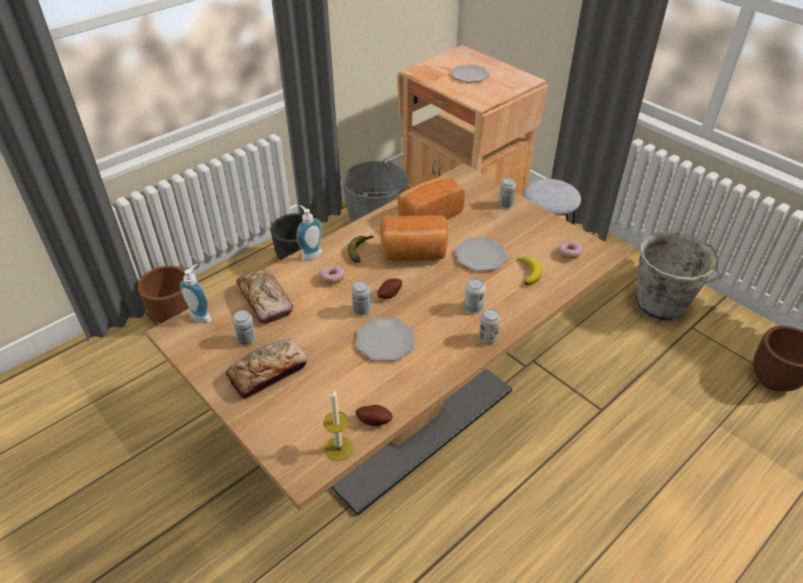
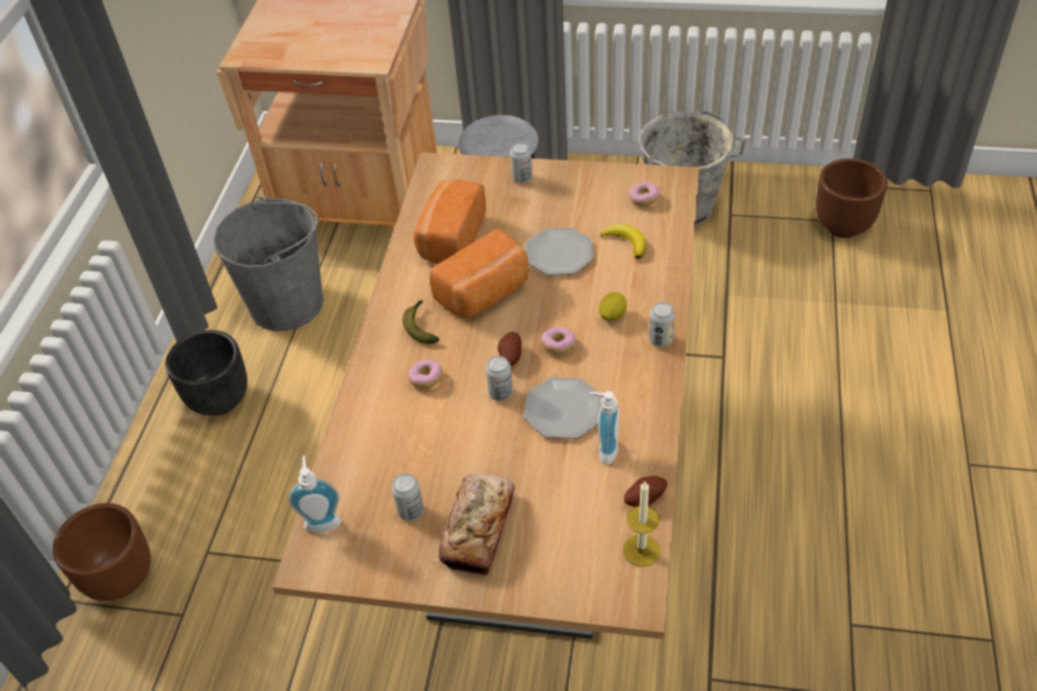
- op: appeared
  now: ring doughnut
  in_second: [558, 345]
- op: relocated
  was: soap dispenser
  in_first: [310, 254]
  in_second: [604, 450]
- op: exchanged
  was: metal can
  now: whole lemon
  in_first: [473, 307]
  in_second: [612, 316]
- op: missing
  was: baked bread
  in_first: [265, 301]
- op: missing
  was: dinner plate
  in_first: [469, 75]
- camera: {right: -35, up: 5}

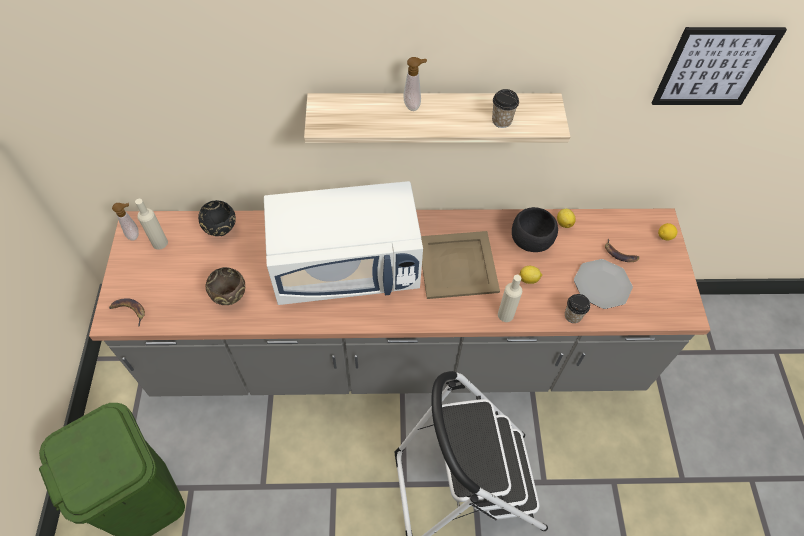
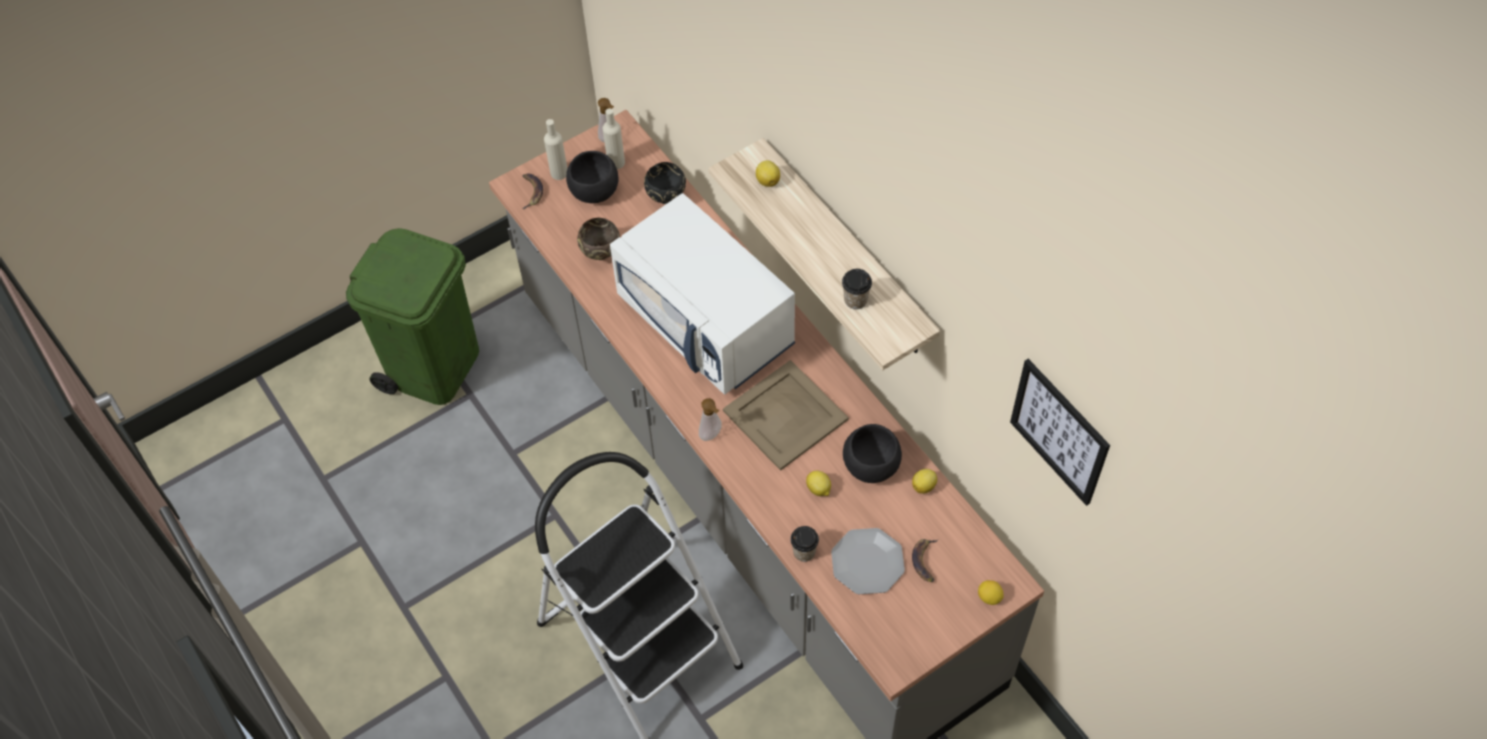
- op: relocated
  was: drink bottle/sand-coloured
  in_first: [505, 314]
  in_second: [559, 173]
- op: appeared
  now: bowl/black
  in_second: [594, 192]
- op: relocated
  was: soap dispenser
  in_first: [413, 105]
  in_second: [712, 435]
- op: appeared
  now: whole lemon
  in_second: [767, 180]
- camera: {right: 60, up: 0}

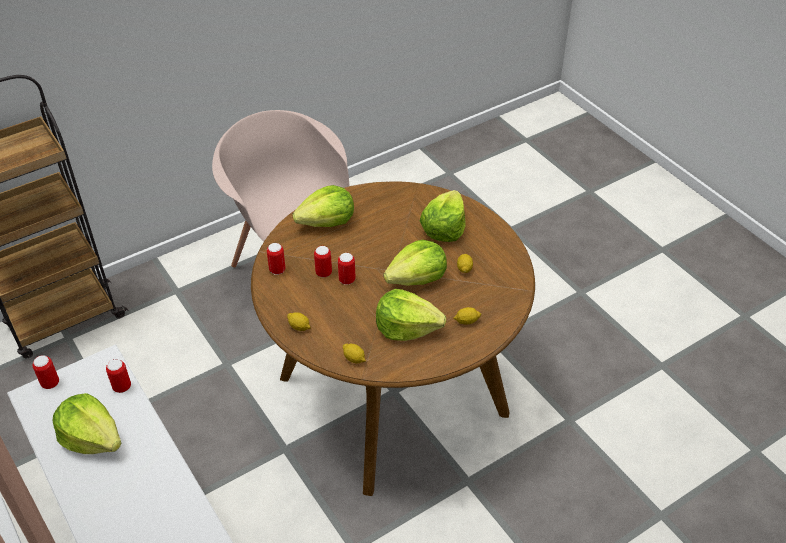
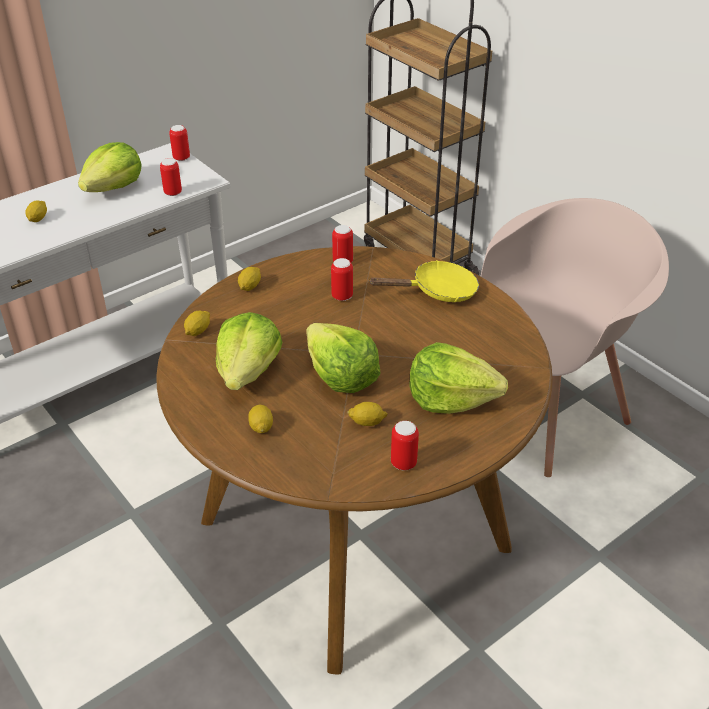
- op: appeared
  now: whole lemon
  in_second: [38, 219]
- op: exchanged
  was: lettuce
  now: skillet/yellow
  in_first: [327, 222]
  in_second: [437, 291]
- op: relocated
  was: metal can
  in_first: [347, 280]
  in_second: [403, 463]
- camera: {right: 85, up: -5}

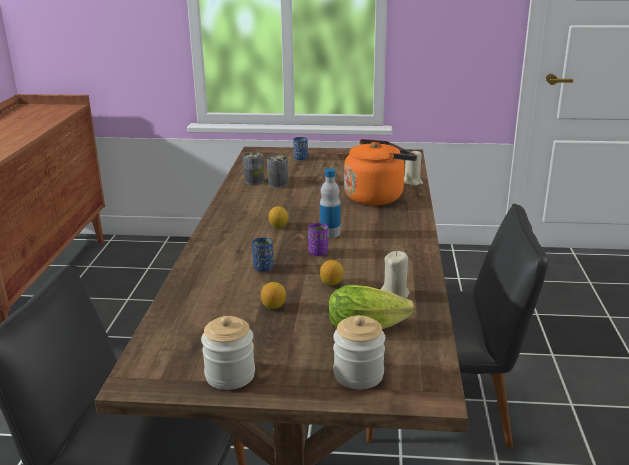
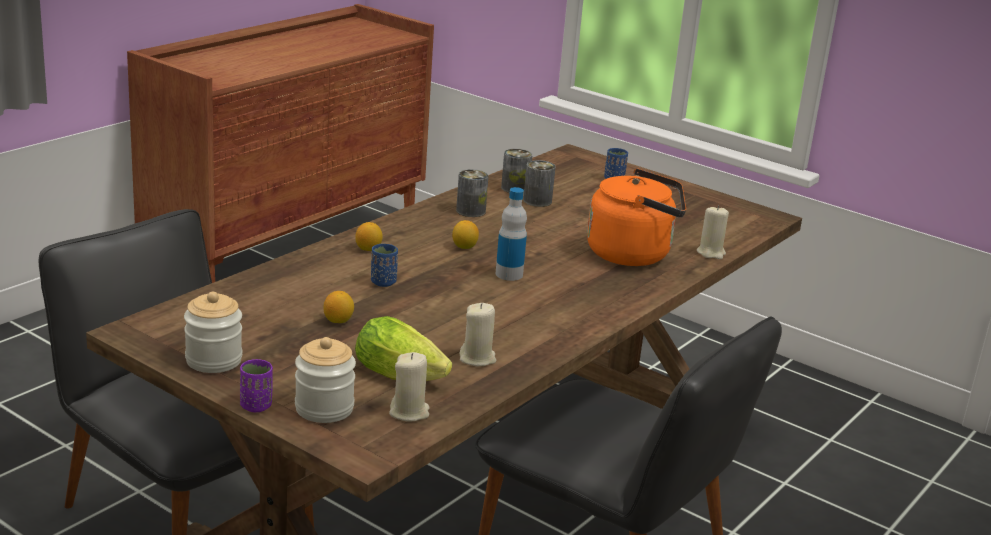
- op: relocated
  was: drinking cup/purple
  in_first: [318, 252]
  in_second: [256, 406]
- op: relocated
  was: whole lemon
  in_first: [331, 283]
  in_second: [368, 249]
- op: appeared
  now: candle/sand-coloured
  in_second: [409, 412]
- op: appeared
  now: metal can
  in_second: [470, 211]
- camera: {right: 30, up: 0}

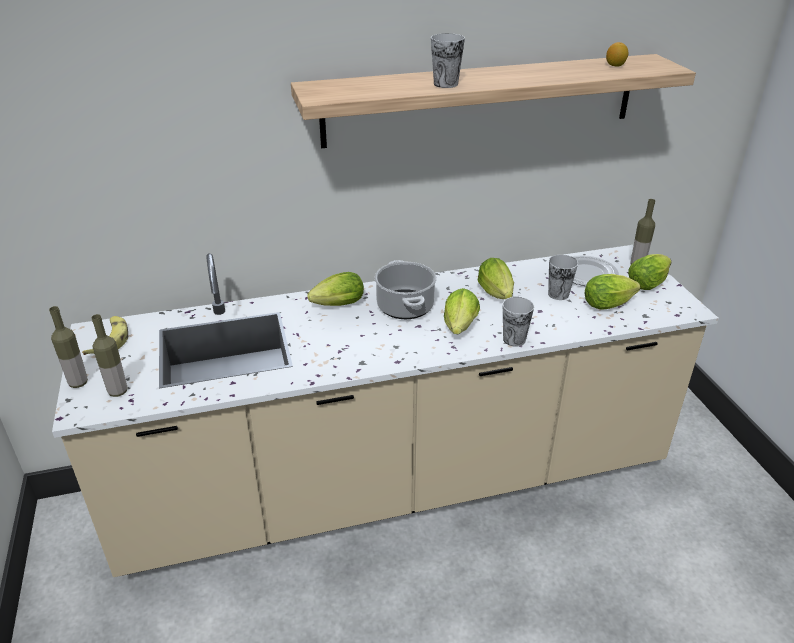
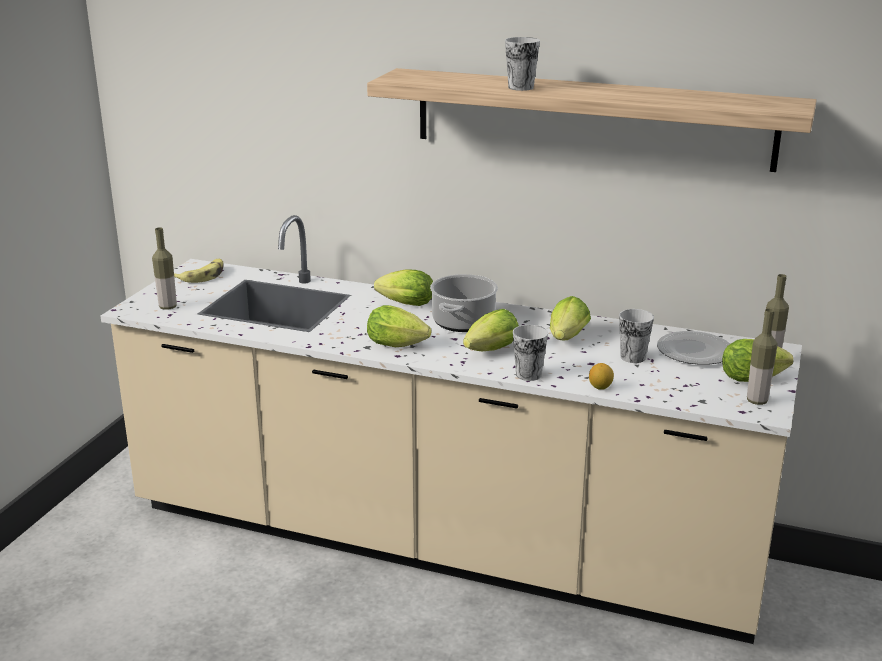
- op: relocated
  was: lettuce
  in_first: [610, 304]
  in_second: [400, 345]
- op: relocated
  was: whole lemon
  in_first: [615, 65]
  in_second: [600, 387]
- op: relocated
  was: drink bottle
  in_first: [78, 383]
  in_second: [757, 401]
- camera: {right: 35, up: -10}

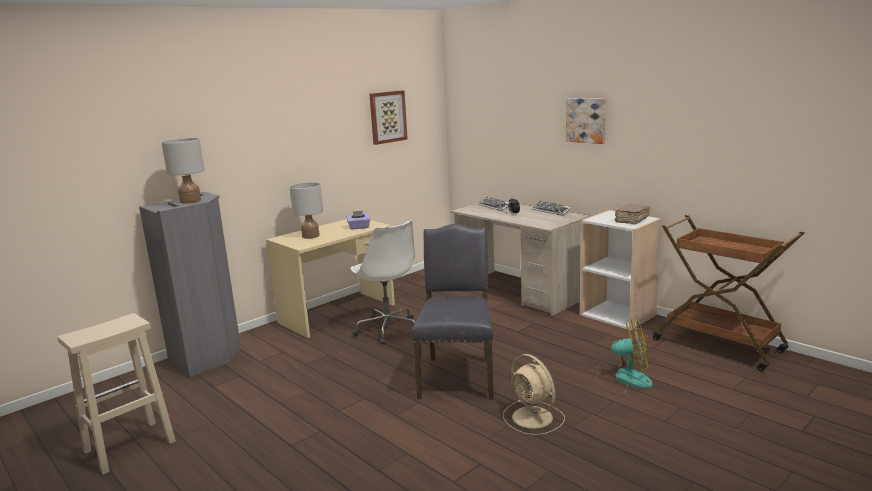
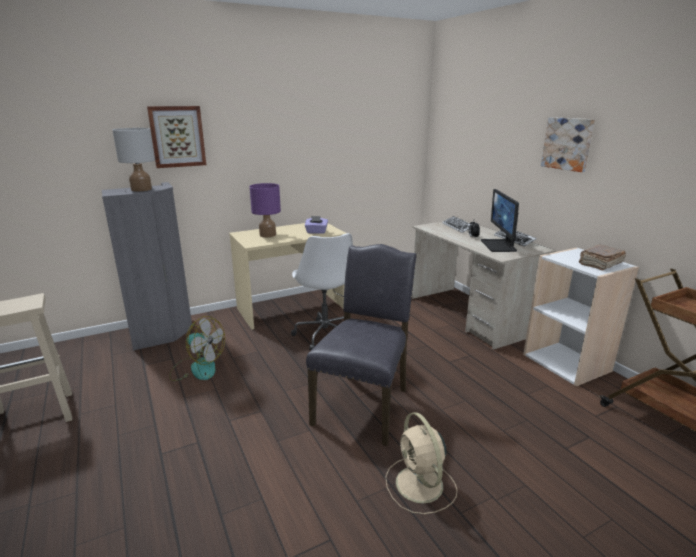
- op: relocated
  was: picture
  in_first: [387, 117]
  in_second: [177, 136]
- op: relocated
  was: cooling fan
  in_first: [623, 379]
  in_second: [197, 368]
- op: colour
  was: table lamp/gray
  now: table lamp/purple
  in_first: [310, 236]
  in_second: [267, 235]
- op: appeared
  now: monitor
  in_second: [499, 245]
- camera: {right: 15, up: 5}

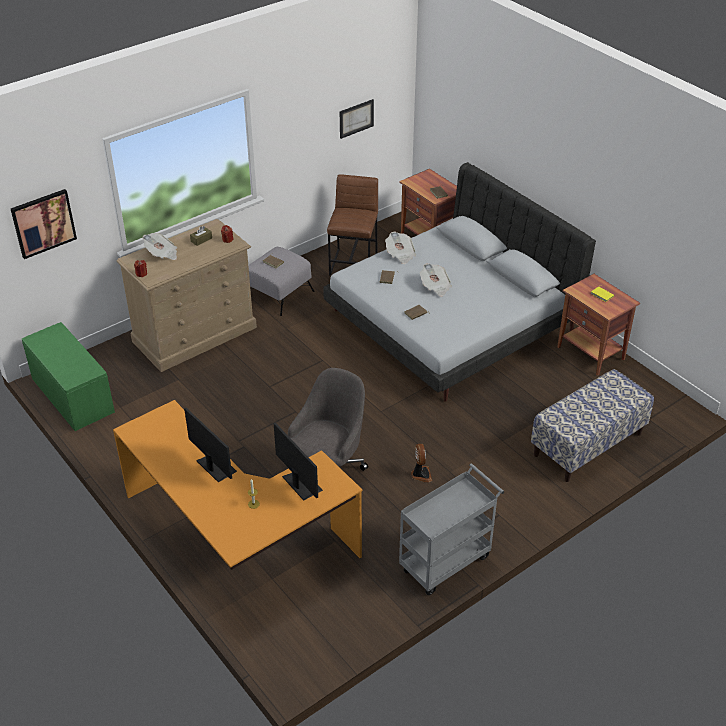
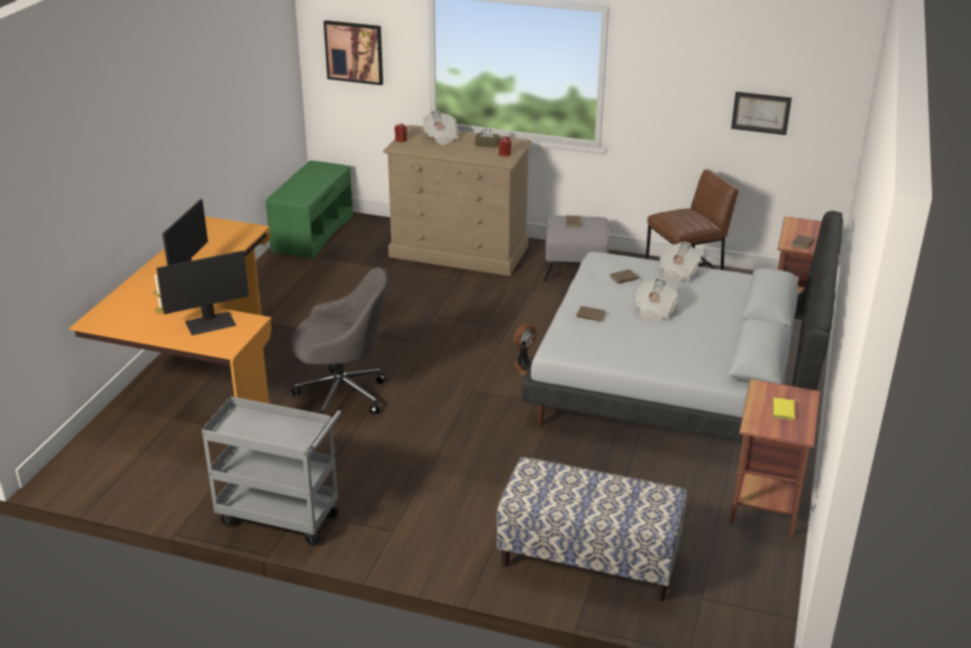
- op: spun
  was: monitor
  in_first: [301, 484]
  in_second: [211, 323]
  clockwise: 45
- op: relocated
  was: cooling fan
  in_first: [420, 474]
  in_second: [525, 366]
- camera: {right: 55, up: -10}

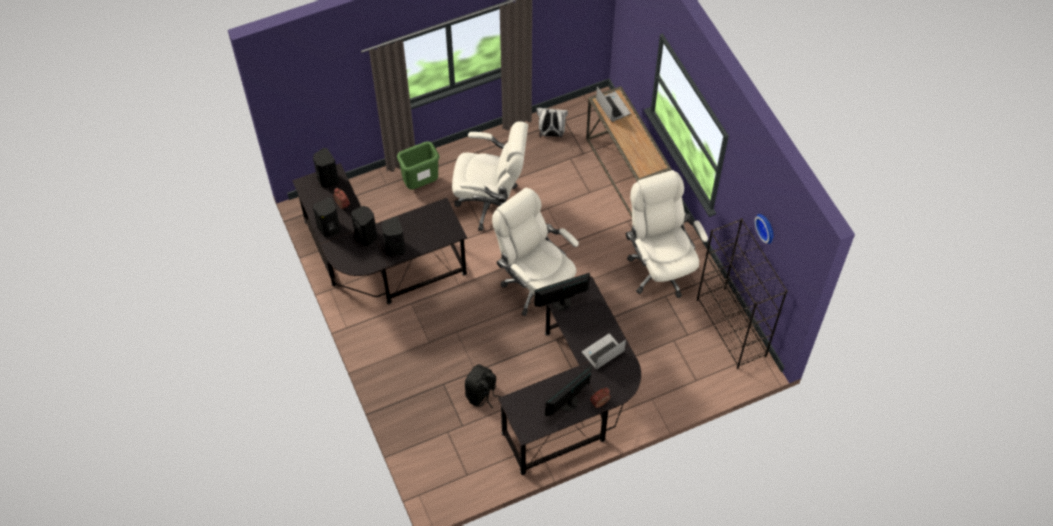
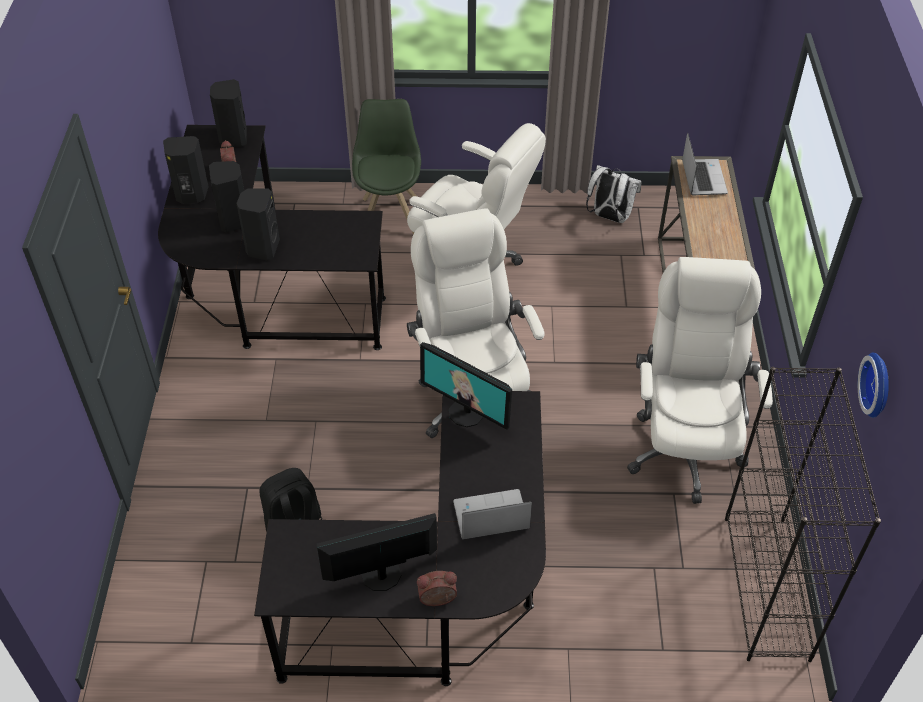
- op: exchanged
  was: rubbish bin/green-coloured
  now: upright chair/green-coloured
  in_first: [421, 183]
  in_second: [390, 217]
- op: spun
  was: monitor
  in_first: [561, 303]
  in_second: [466, 413]
  clockwise: -150
- camera: {right: 25, up: -10}

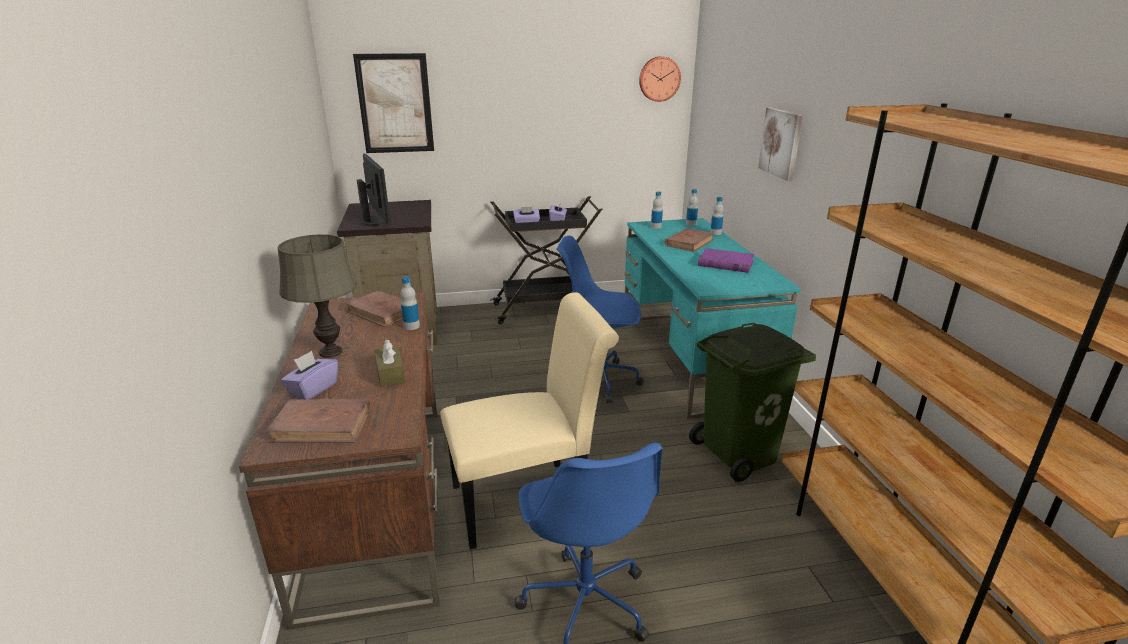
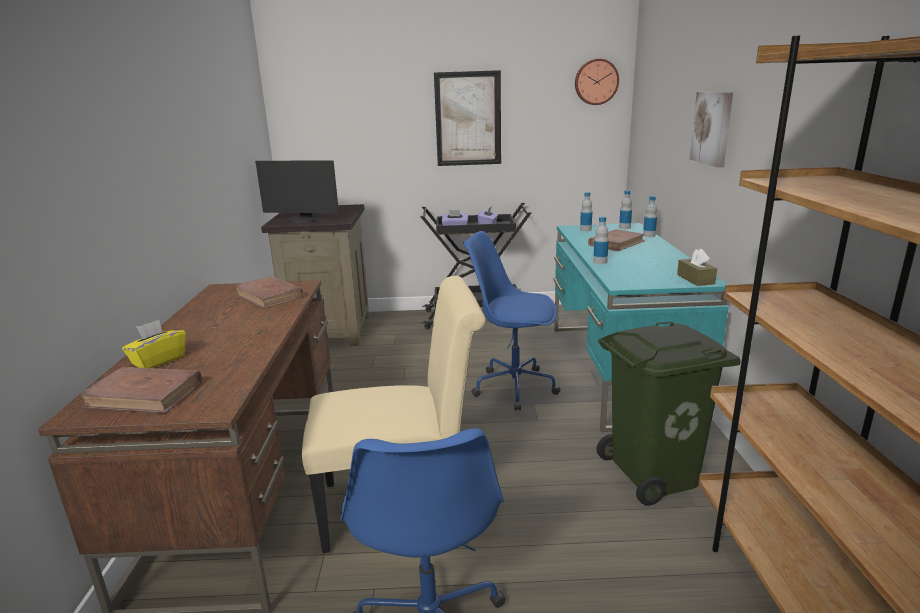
- op: colour
  was: tissue holder/purple
  now: tissue holder/yellow
  in_first: [313, 389]
  in_second: [158, 360]
- op: spun
  was: monitor
  in_first: [377, 221]
  in_second: [302, 220]
  clockwise: 120
- op: relocated
  was: picture
  in_first: [395, 104]
  in_second: [468, 119]
- op: relocated
  was: drink bottle
  in_first: [411, 326]
  in_second: [600, 262]
- op: relocated
  was: tissue holder/brown
  in_first: [390, 374]
  in_second: [695, 279]
- op: missing
  was: table lamp/gray
  in_first: [331, 352]
- op: missing
  was: book/purple
  in_first: [725, 263]
- camera: {right: 10, up: -5}

